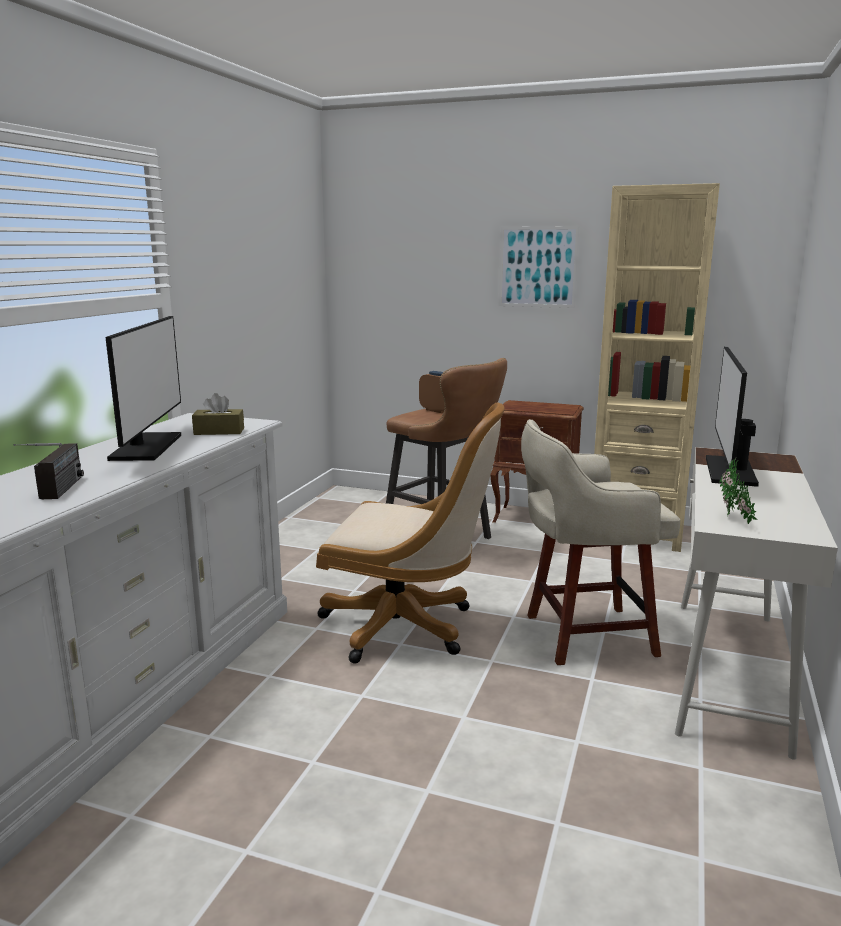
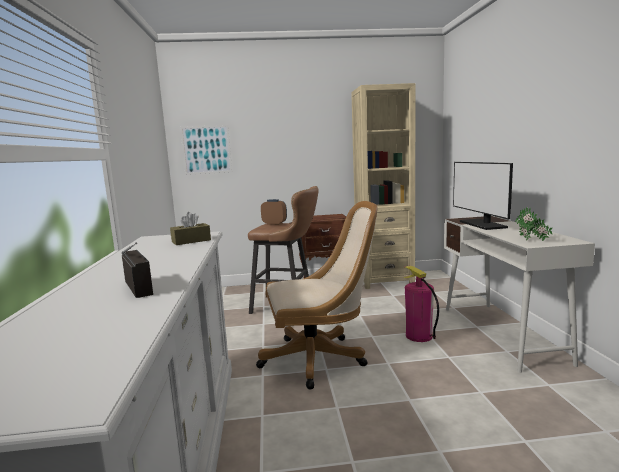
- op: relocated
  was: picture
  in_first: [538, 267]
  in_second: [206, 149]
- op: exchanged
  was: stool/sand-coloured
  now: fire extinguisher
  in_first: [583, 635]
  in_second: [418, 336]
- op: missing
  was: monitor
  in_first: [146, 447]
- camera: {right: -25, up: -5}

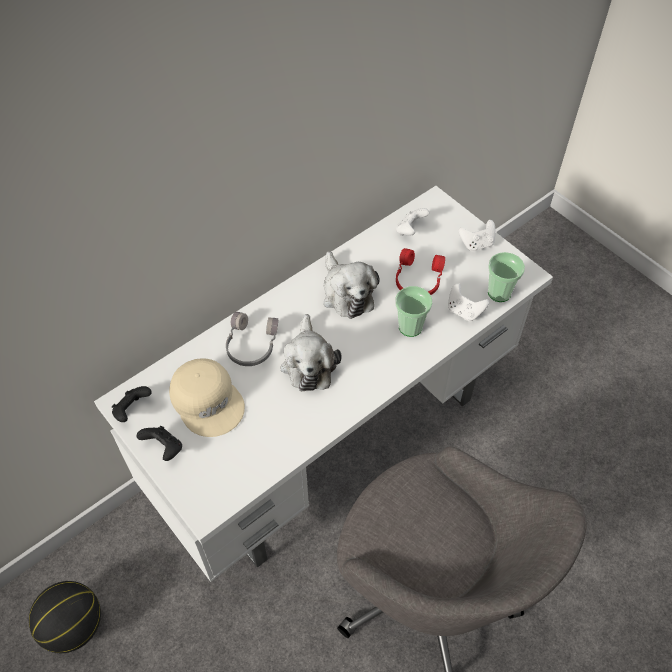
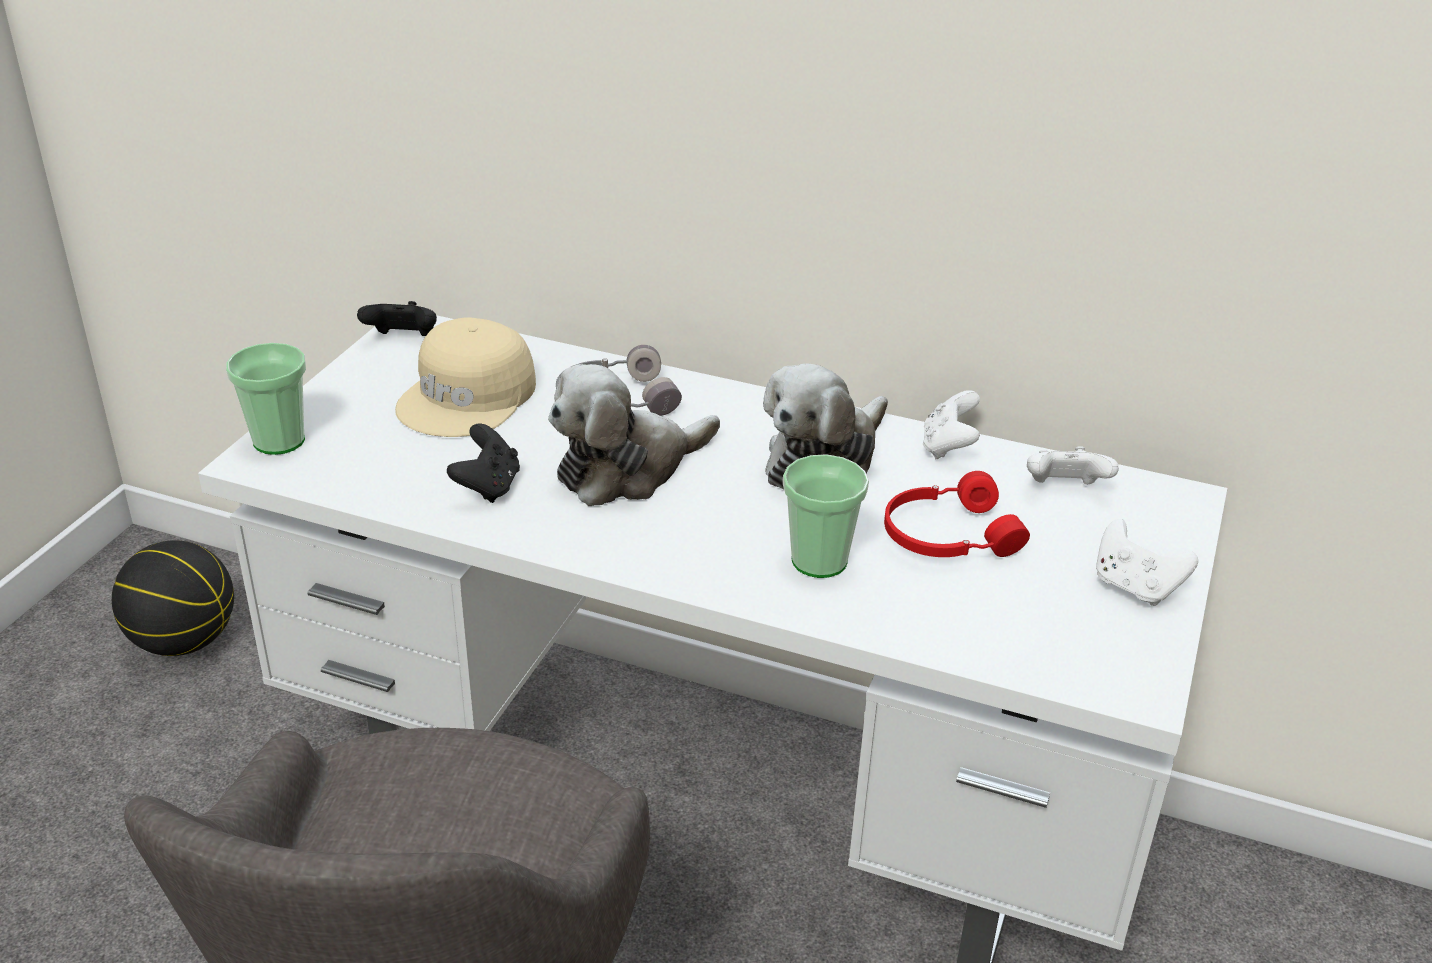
- op: relocated
  was: drinking cup
  in_first: [499, 293]
  in_second: [279, 441]
- op: relocated
  was: game controller/black
  in_first: [164, 448]
  in_second: [488, 487]
- op: relocated
  was: game controller/white
  in_first: [464, 311]
  in_second: [948, 447]
- camera: {right: 60, up: -20}

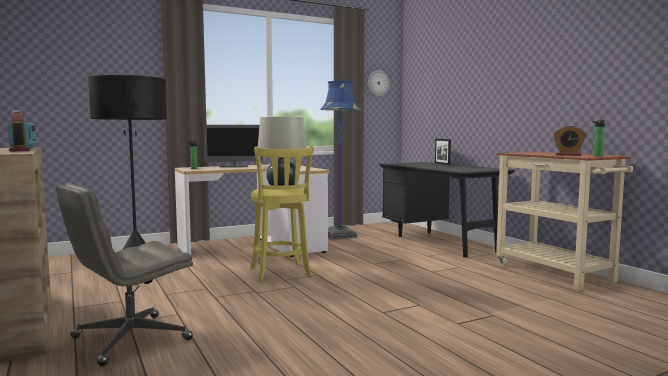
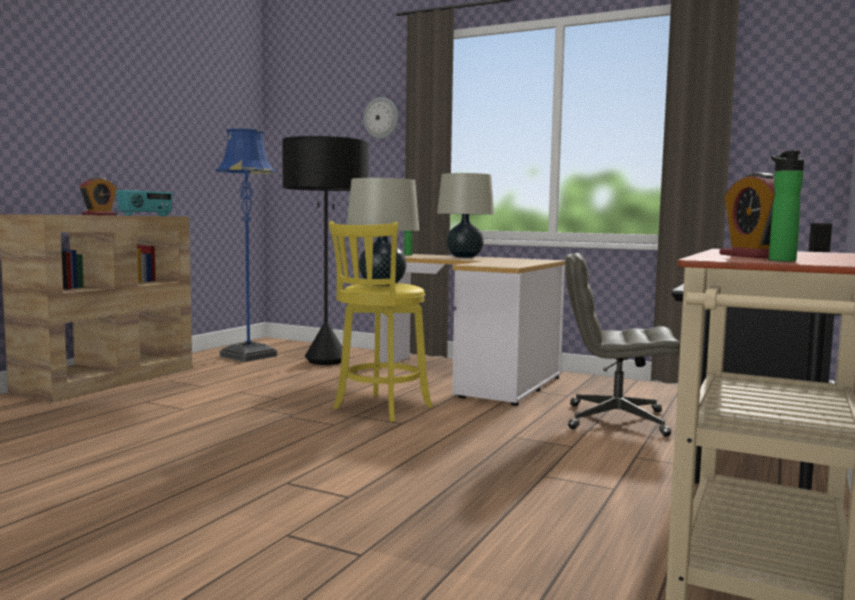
- op: relocated
  was: standing lamp/bluish
  in_first: [340, 235]
  in_second: [248, 356]
- op: relocated
  was: clock on the wall
  in_first: [378, 83]
  in_second: [381, 118]
- op: exchanged
  was: monitor
  now: table lamp/sand-coloured
  in_first: [233, 166]
  in_second: [464, 257]
- op: relocated
  was: desk chair/gray
  in_first: [130, 339]
  in_second: [614, 420]
- camera: {right: 55, up: 0}

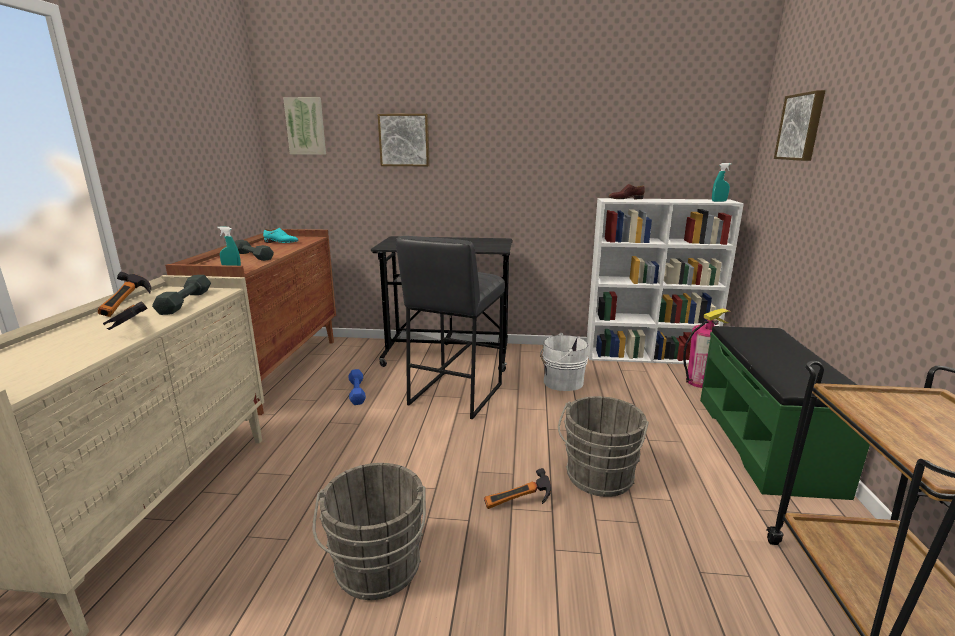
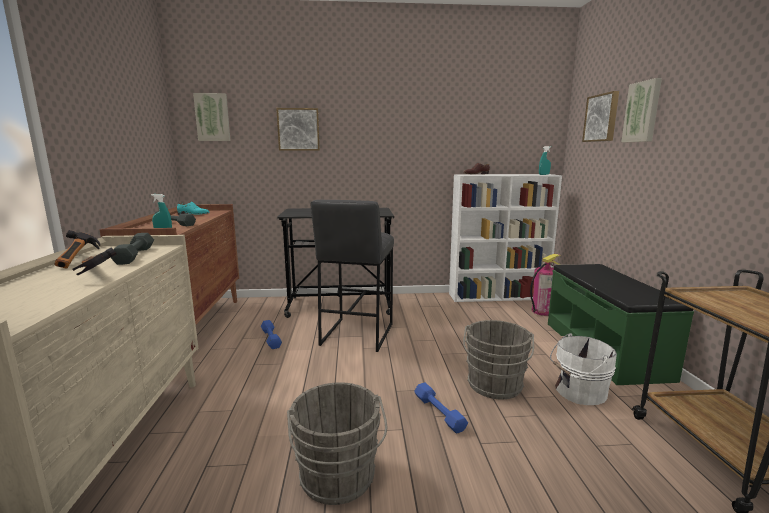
- op: exchanged
  was: hand hammer
  now: hand weight/bluish
  in_first: [519, 504]
  in_second: [439, 412]
- op: relocated
  was: water bucket/white
  in_first: [561, 382]
  in_second: [578, 392]
- op: appeared
  now: picture
  in_second: [643, 112]
- camera: {right: -10, up: -5}

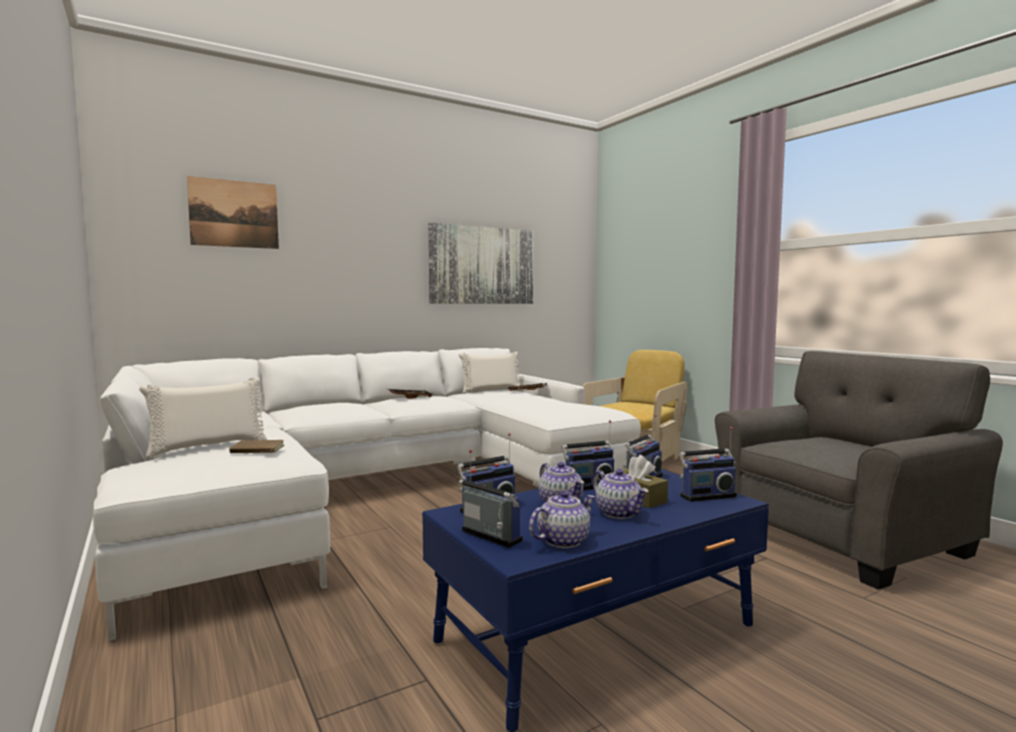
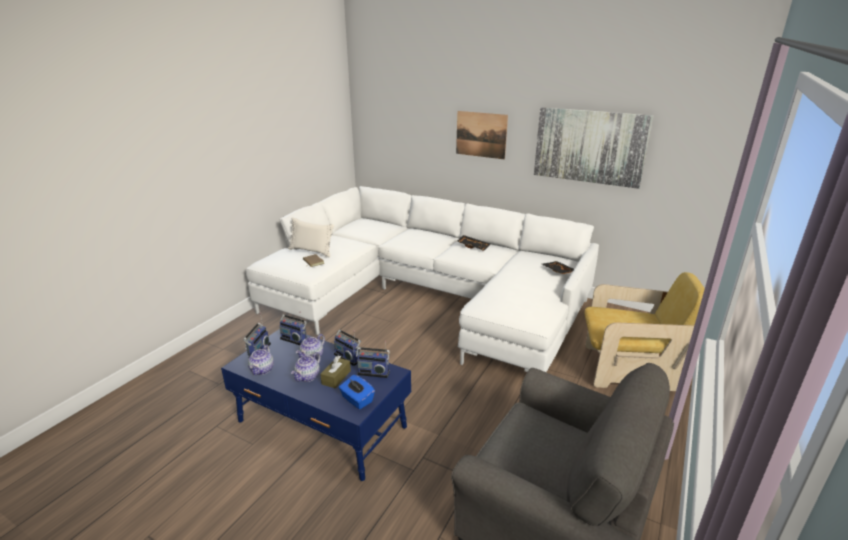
- op: spun
  was: teapot
  in_first: [563, 540]
  in_second: [262, 370]
  clockwise: 75
- op: exchanged
  was: radio
  now: tissue holder/bluish
  in_first: [706, 495]
  in_second: [357, 400]
- op: relocated
  was: picture
  in_first: [234, 214]
  in_second: [481, 134]
- op: missing
  was: cushion/white
  in_first: [491, 391]
- camera: {right: 60, up: 20}

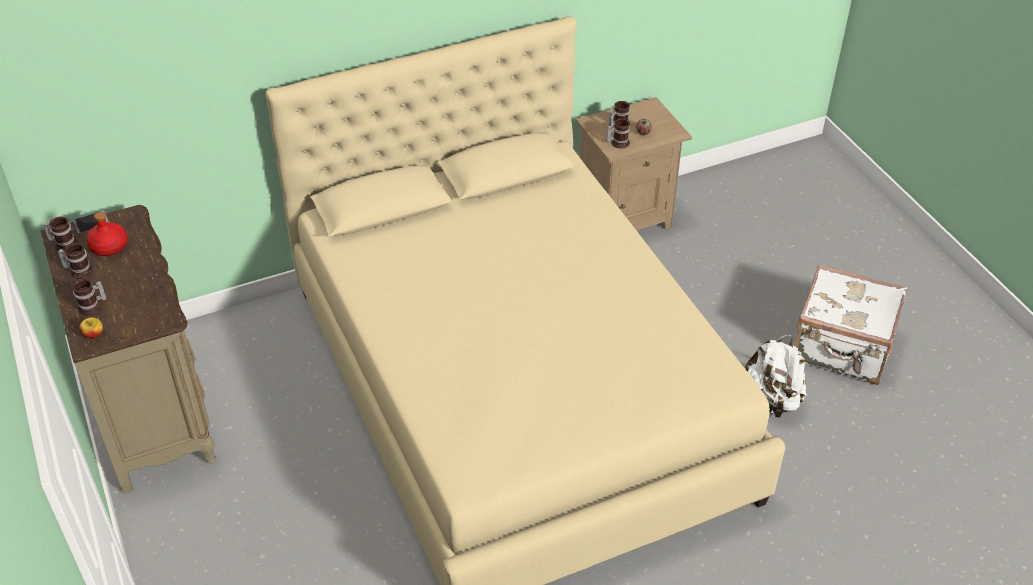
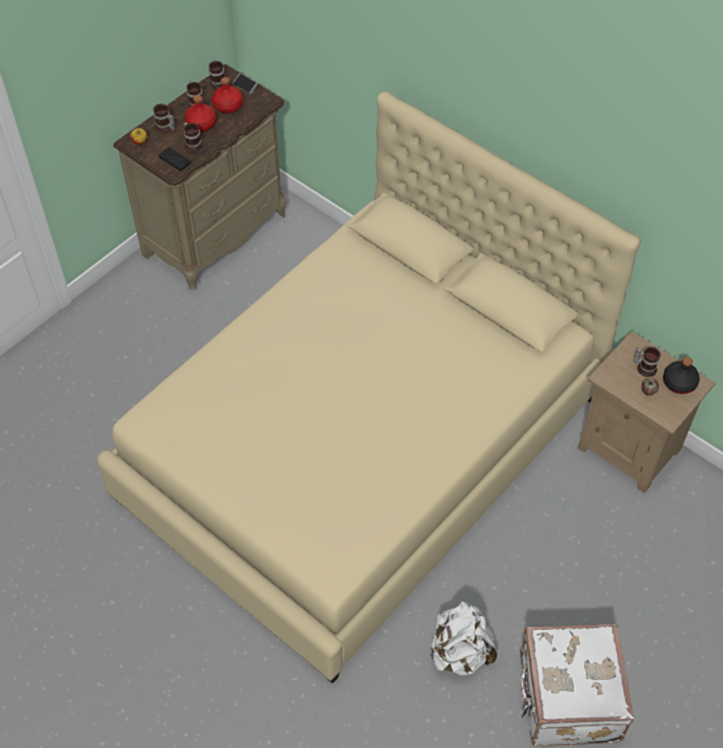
- op: appeared
  now: game controller/black
  in_second: [175, 159]
- op: relocated
  was: tea mug
  in_first: [618, 142]
  in_second: [193, 144]
- op: appeared
  now: drink bottle/reddish
  in_second: [201, 124]
- op: appeared
  now: drink bottle/black
  in_second: [679, 382]
- camera: {right: 65, up: 10}

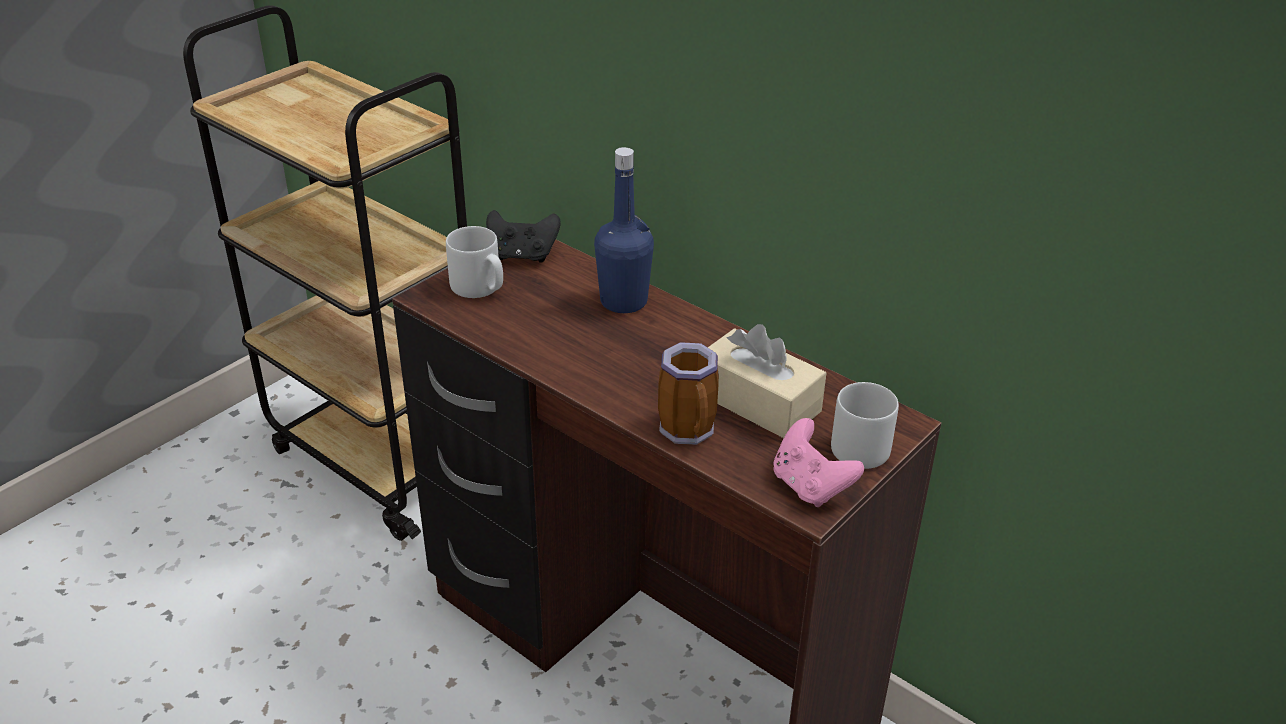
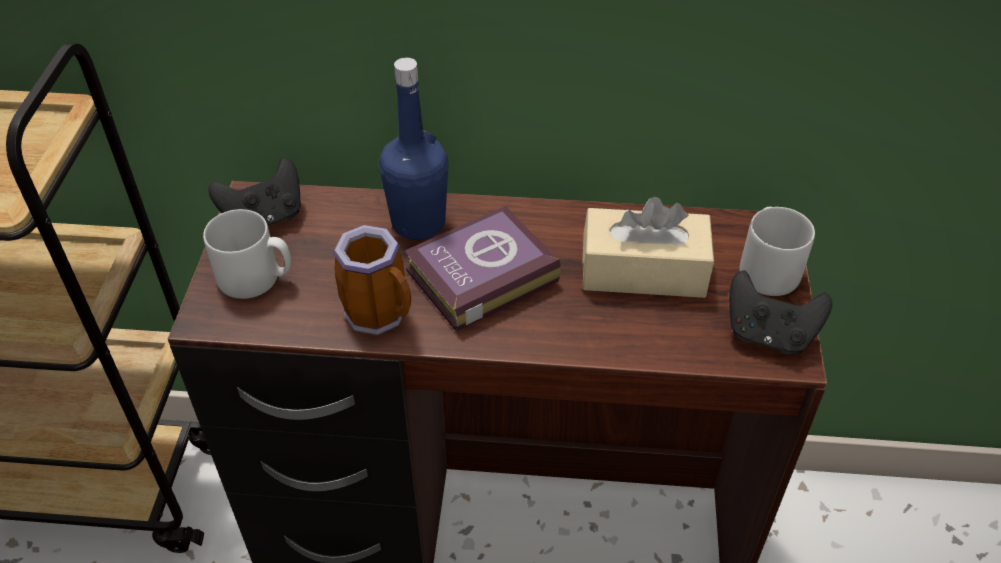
- op: relocated
  was: tea mug
  in_first: [691, 432]
  in_second: [382, 315]
- op: appeared
  now: book
  in_second: [478, 276]
- op: colour
  was: game controller/pinkish
  now: game controller/black
  in_first: [810, 486]
  in_second: [769, 334]
- camera: {right: -35, up: 10}

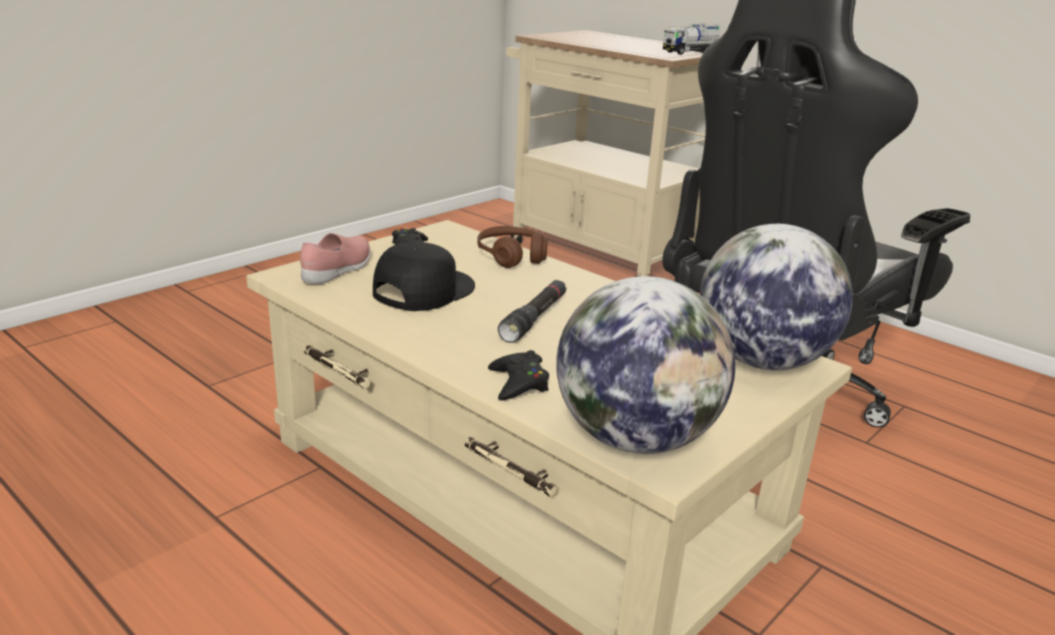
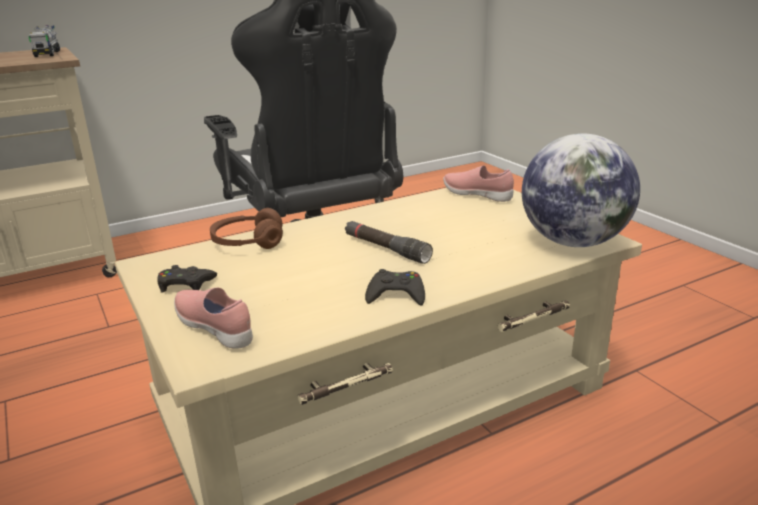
- op: relocated
  was: game controller/black
  in_first: [518, 383]
  in_second: [396, 294]
- op: exchanged
  was: globe
  now: shoe/pinkish
  in_first: [762, 361]
  in_second: [477, 195]
- op: missing
  was: peaked cap/black
  in_first: [422, 290]
- camera: {right: -70, up: 0}

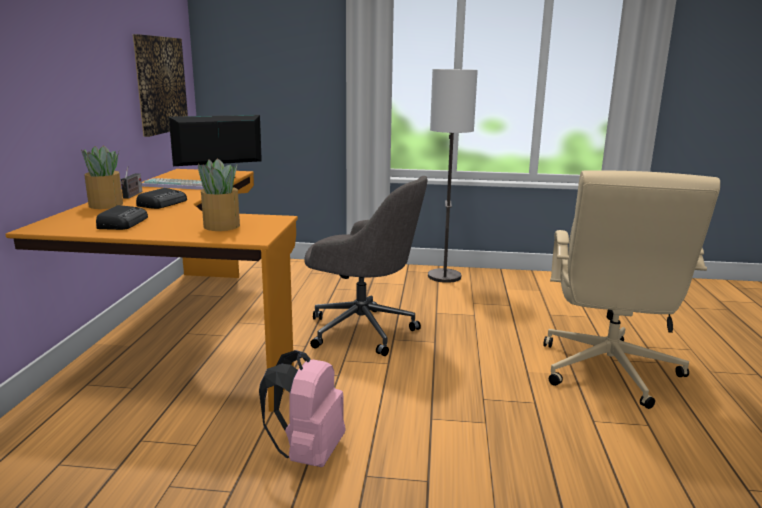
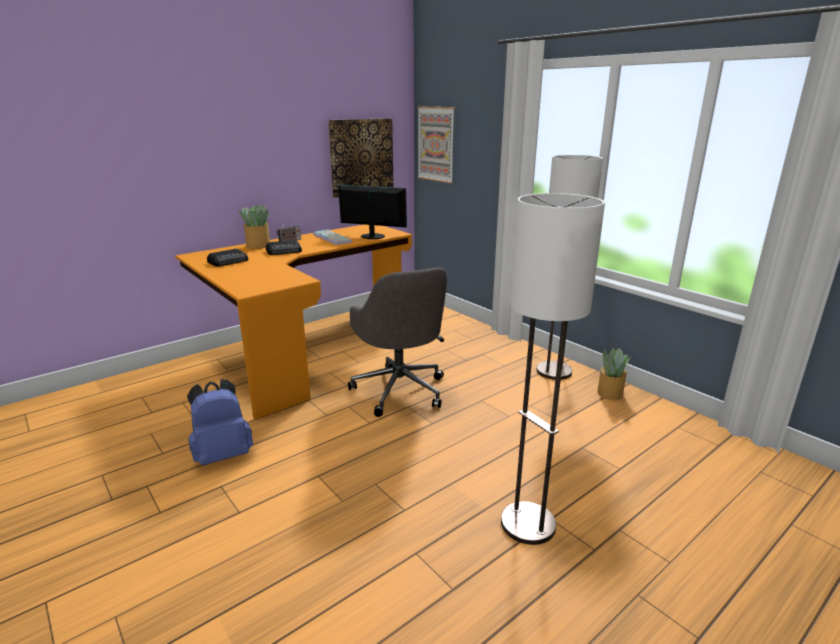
- op: colour
  was: backpack/pinkish
  now: backpack/bluish
  in_first: [307, 453]
  in_second: [223, 454]
- op: appeared
  now: picture
  in_second: [436, 144]
- op: exchanged
  was: desk chair/sand-coloured
  now: standing lamp
  in_first: [608, 369]
  in_second: [527, 524]
- op: relocated
  was: houseplant
  in_first: [221, 226]
  in_second: [609, 393]
- camera: {right: 45, up: 5}

